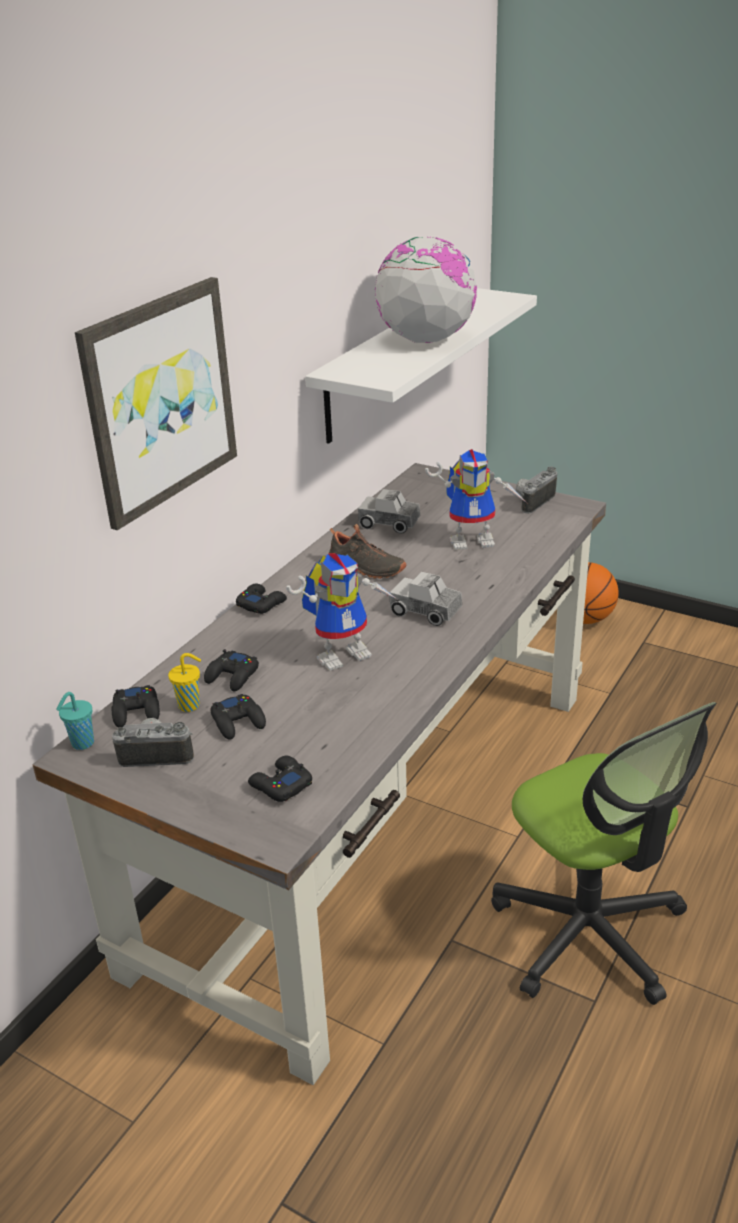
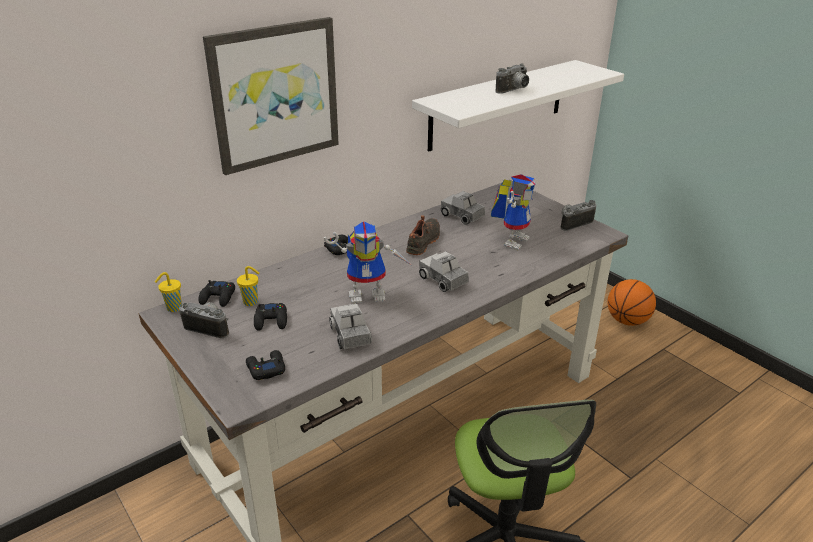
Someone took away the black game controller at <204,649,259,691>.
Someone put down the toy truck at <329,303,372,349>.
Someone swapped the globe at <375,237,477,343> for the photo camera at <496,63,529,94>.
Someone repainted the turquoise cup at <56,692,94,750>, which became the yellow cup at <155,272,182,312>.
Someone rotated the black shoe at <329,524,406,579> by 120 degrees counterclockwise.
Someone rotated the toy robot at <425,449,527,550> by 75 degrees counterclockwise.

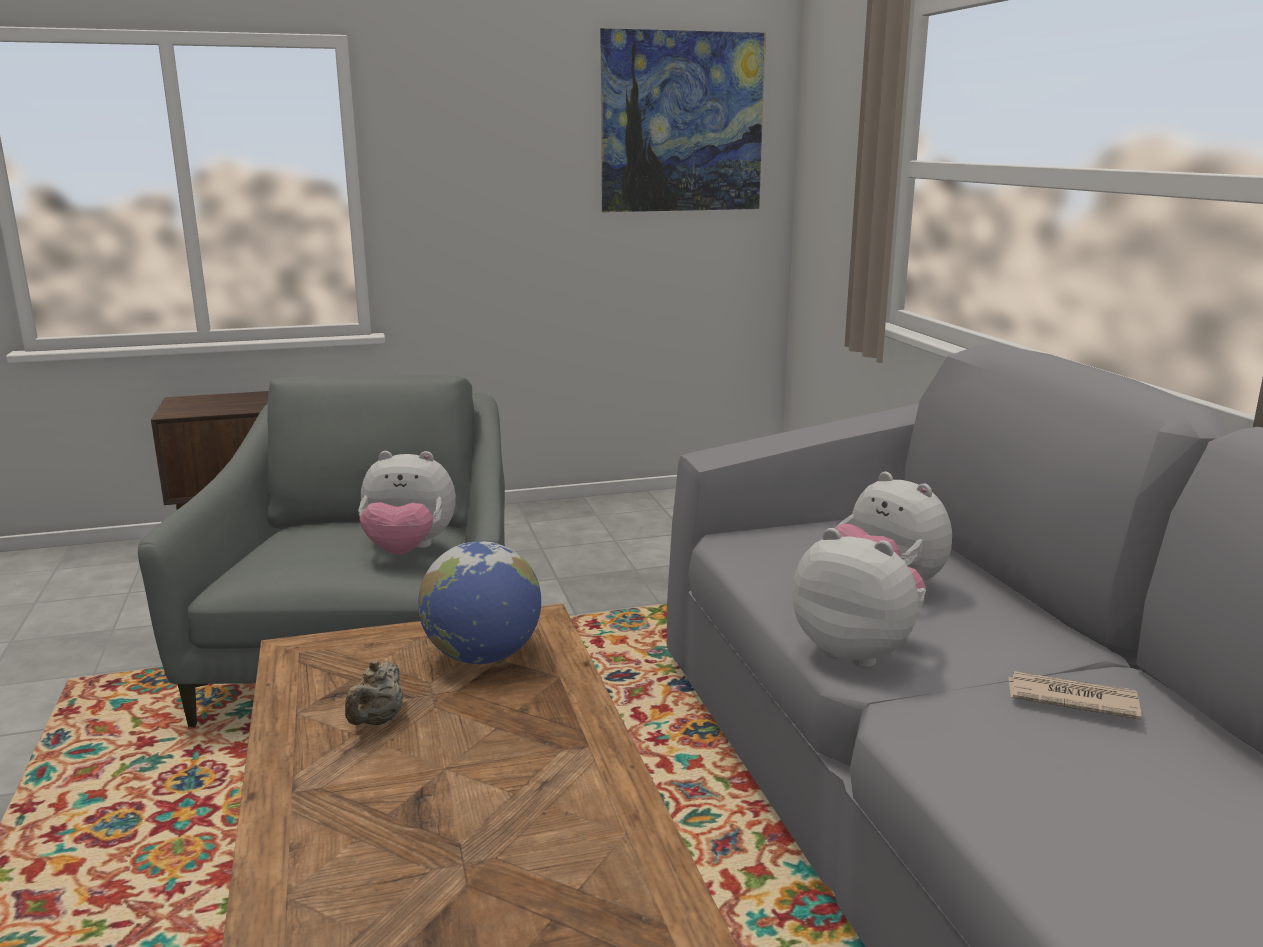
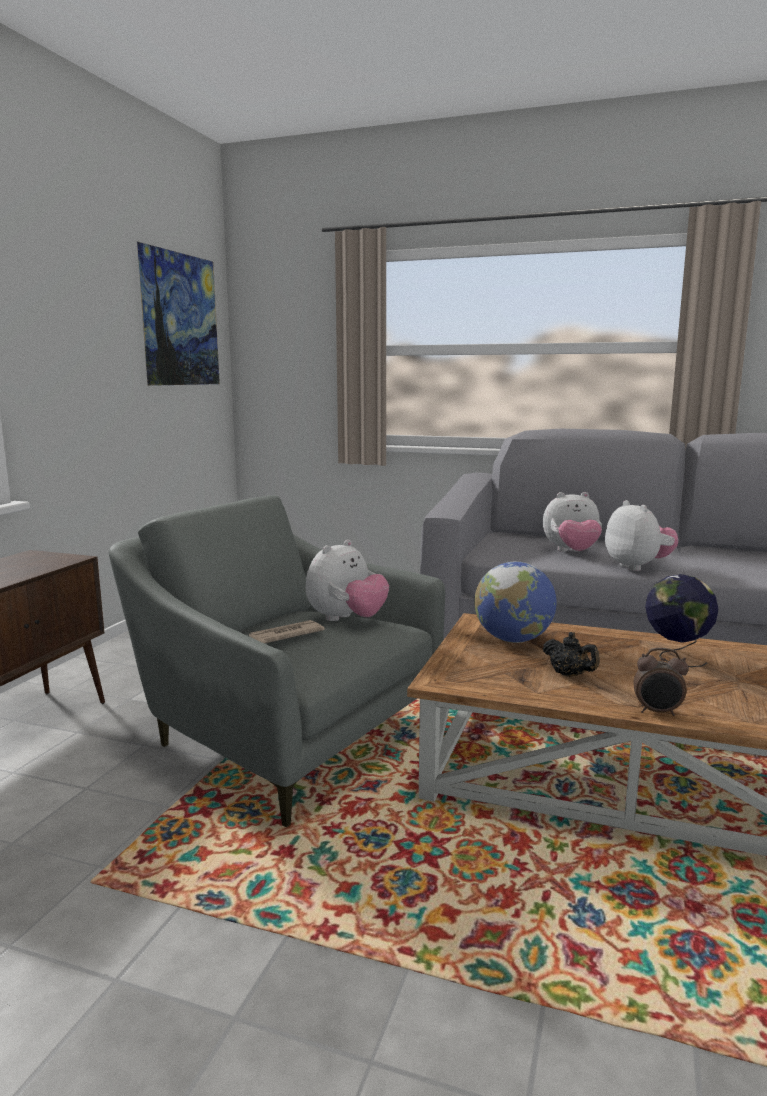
Someone put down the alarm clock at <633,648,689,716>.
Someone put down the globe at <645,574,719,667>.
Someone carried the newspaper from <1008,671,1142,720> to <249,620,325,644>.
Someone repainted the beige teapot at <345,660,403,726>, which became the black teapot at <543,632,600,677>.
Someone rotated the plush toy at <792,528,926,668> by 90 degrees clockwise.

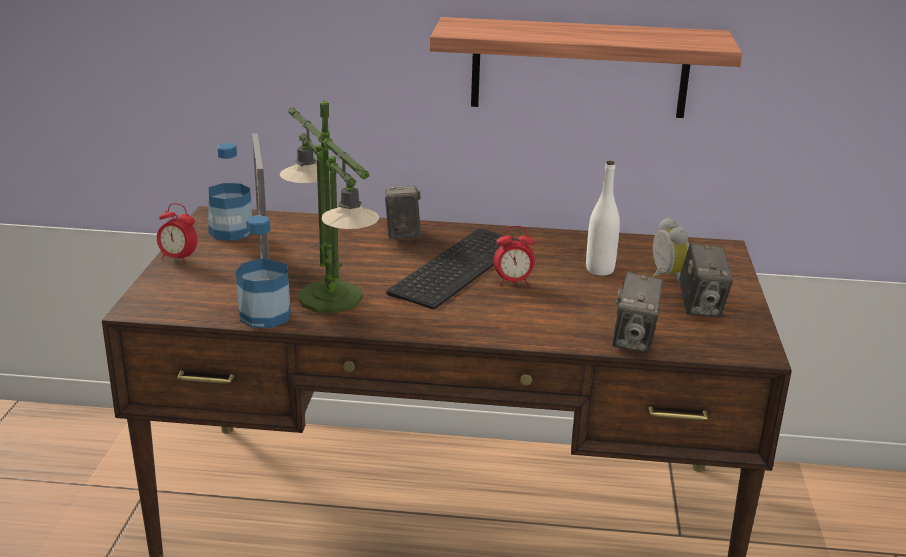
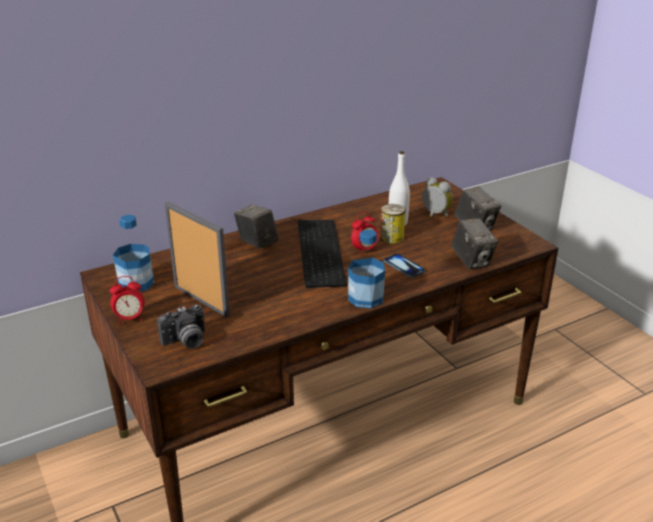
Someone took away the table lamp at <279,100,379,313>.
Someone took away the shelf at <430,17,743,118>.
Someone put down the photo camera at <157,304,205,349>.
Someone put down the can at <380,204,406,244>.
Someone put down the phone at <383,253,425,277>.
Someone carried the bottle from <236,215,291,328> to <348,229,385,308>.

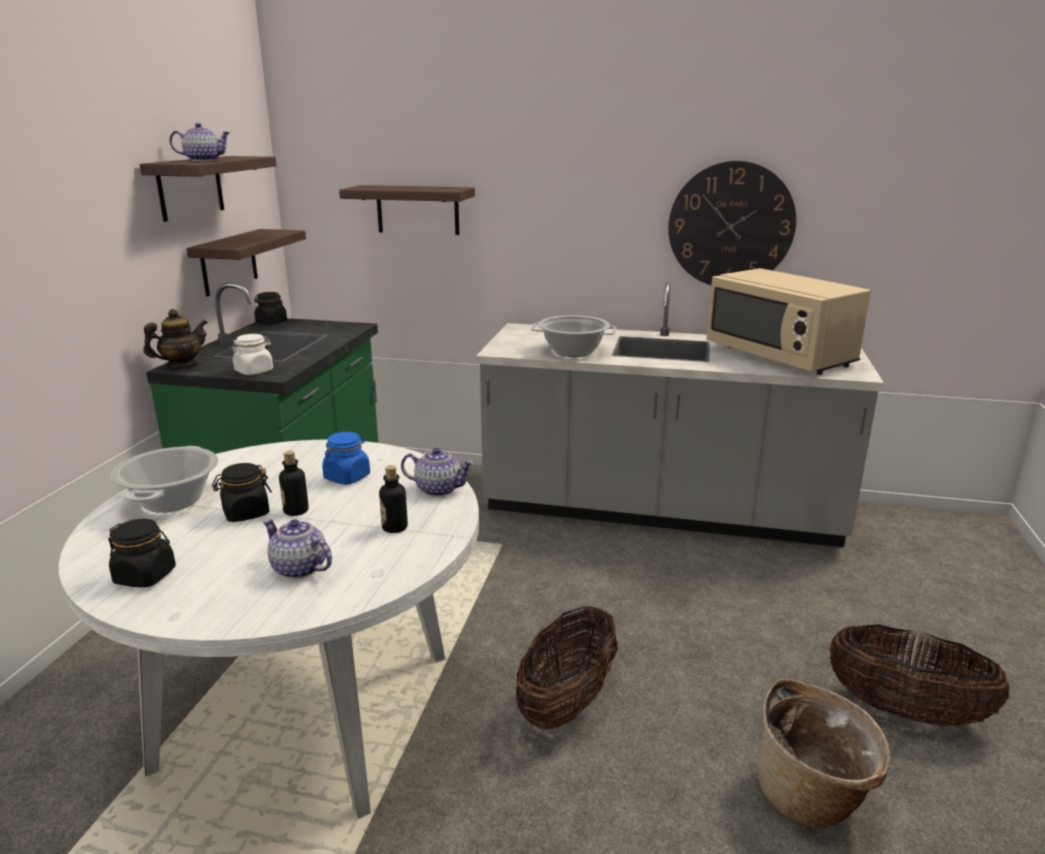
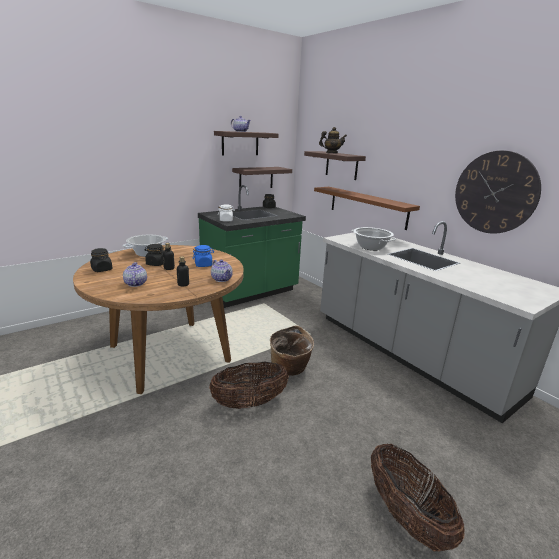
Someone took away the beige microwave at <706,268,871,375>.
Someone put up the brown shelf at <314,187,420,230>.
Someone carried the teapot from <143,309,208,369> to <319,127,347,153>.
Someone carried the basket from <758,679,890,828> to <270,325,314,376>.
Someone repainted the white dining table at <59,440,479,819>, which became the brown dining table at <73,245,244,394>.

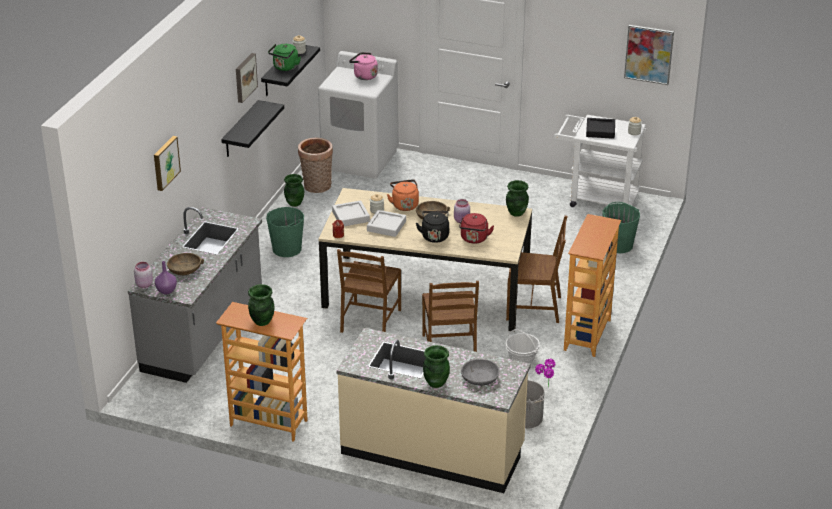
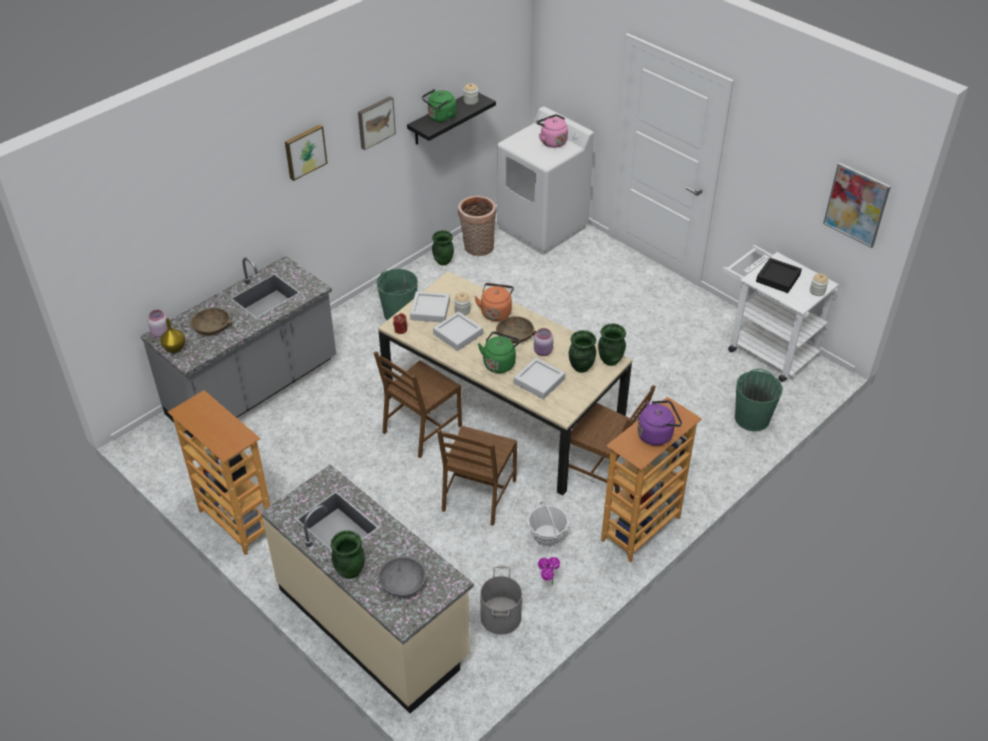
Someone took away the black shelf at <221,100,284,157>.
Someone put down the purple kettle at <637,400,682,446>.
Someone carried the picture from <154,136,181,191> to <285,124,328,181>.
Someone carried the green vase from <248,284,275,326> to <569,330,596,373>.
Someone swapped the red kettle at <459,213,494,244> for the grey tray at <514,357,565,399>.
Someone repainted the purple vase at <155,261,177,294>, which became the yellow vase at <160,318,185,353>.
Someone repainted the black kettle at <416,211,449,243>, which became the green kettle at <478,332,520,373>.

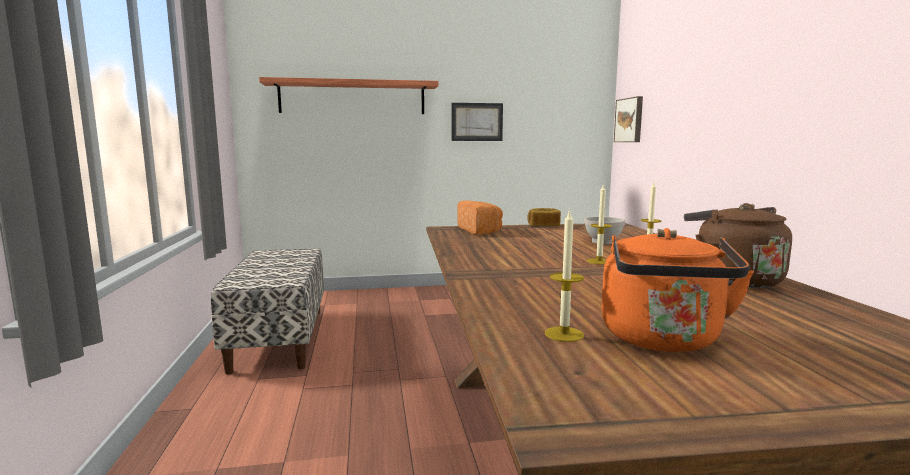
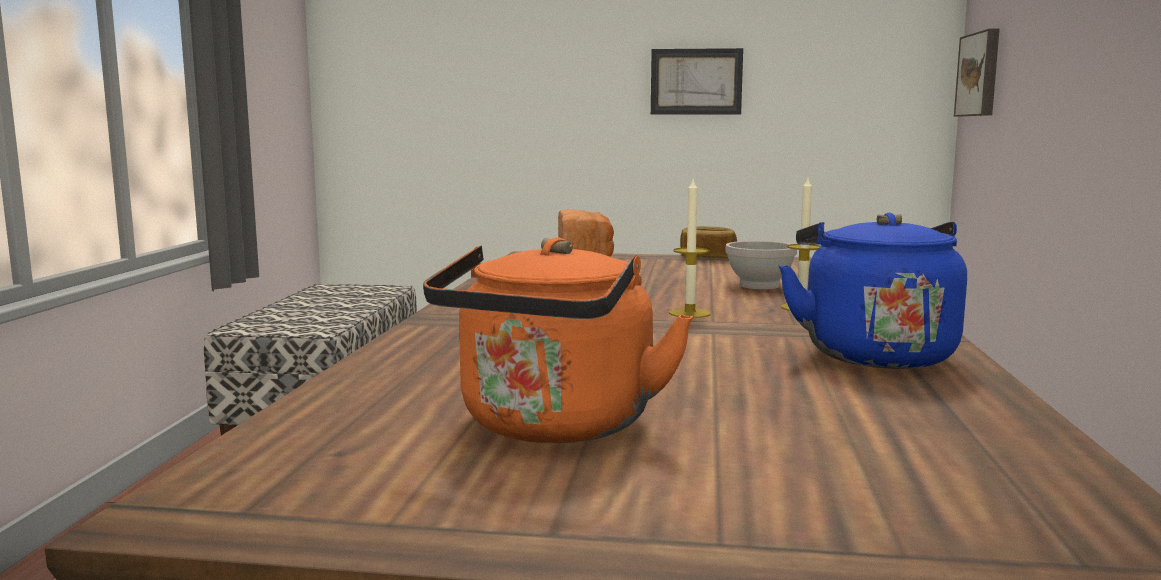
Someone took away the shelf at <259,77,439,114>.
Someone took away the candle at <545,209,584,342>.
Someone repainted the brown kettle at <684,203,792,288>, which became the blue kettle at <779,213,967,369>.

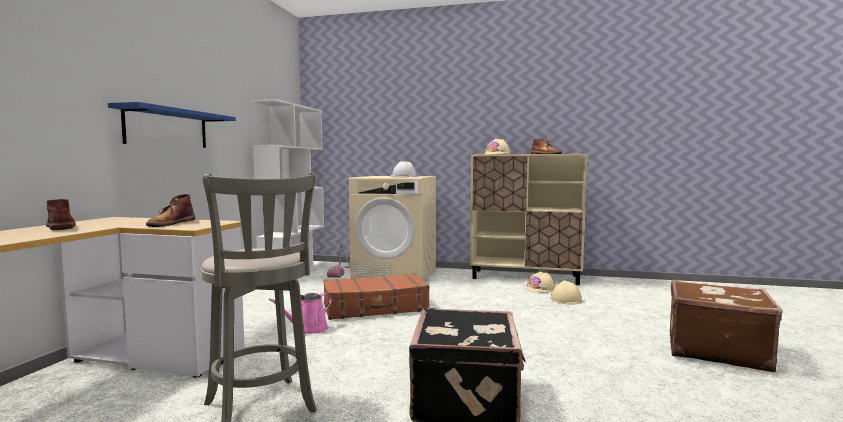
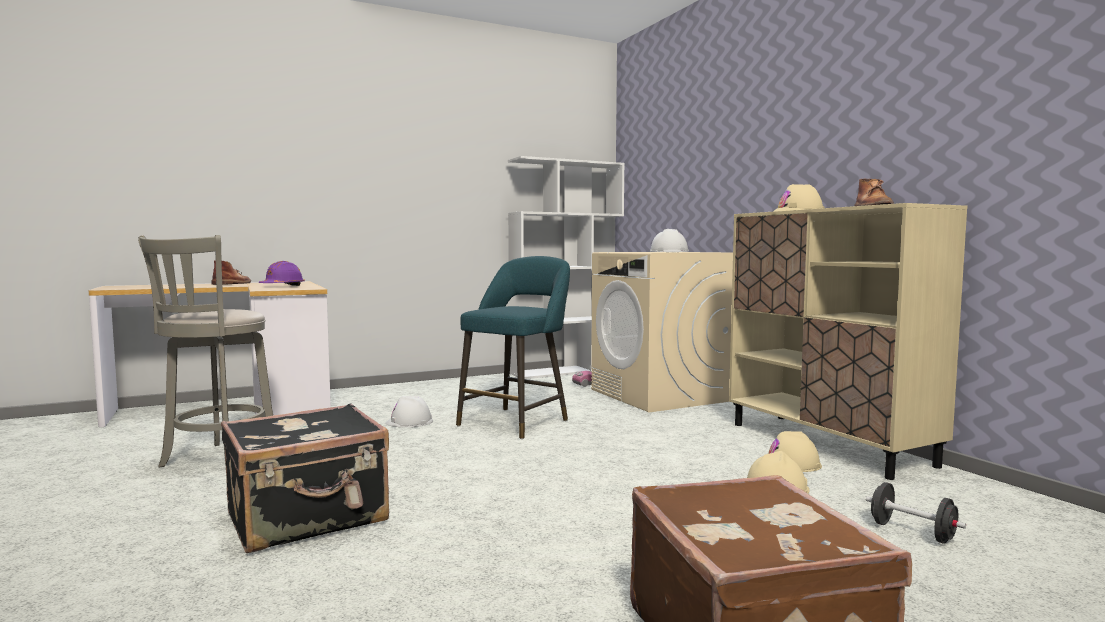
Someone took away the blue shelf at <108,102,236,148>.
Someone put down the black dumbbell at <866,482,966,544>.
Someone swapped the brown boot at <146,194,195,227> for the purple hard hat at <259,261,305,286>.
Someone swapped the pink watering can at <268,293,332,334> for the white hard hat at <385,396,433,427>.
Someone swapped the brown suitcase at <323,273,430,320> for the turquoise stool at <456,256,570,439>.

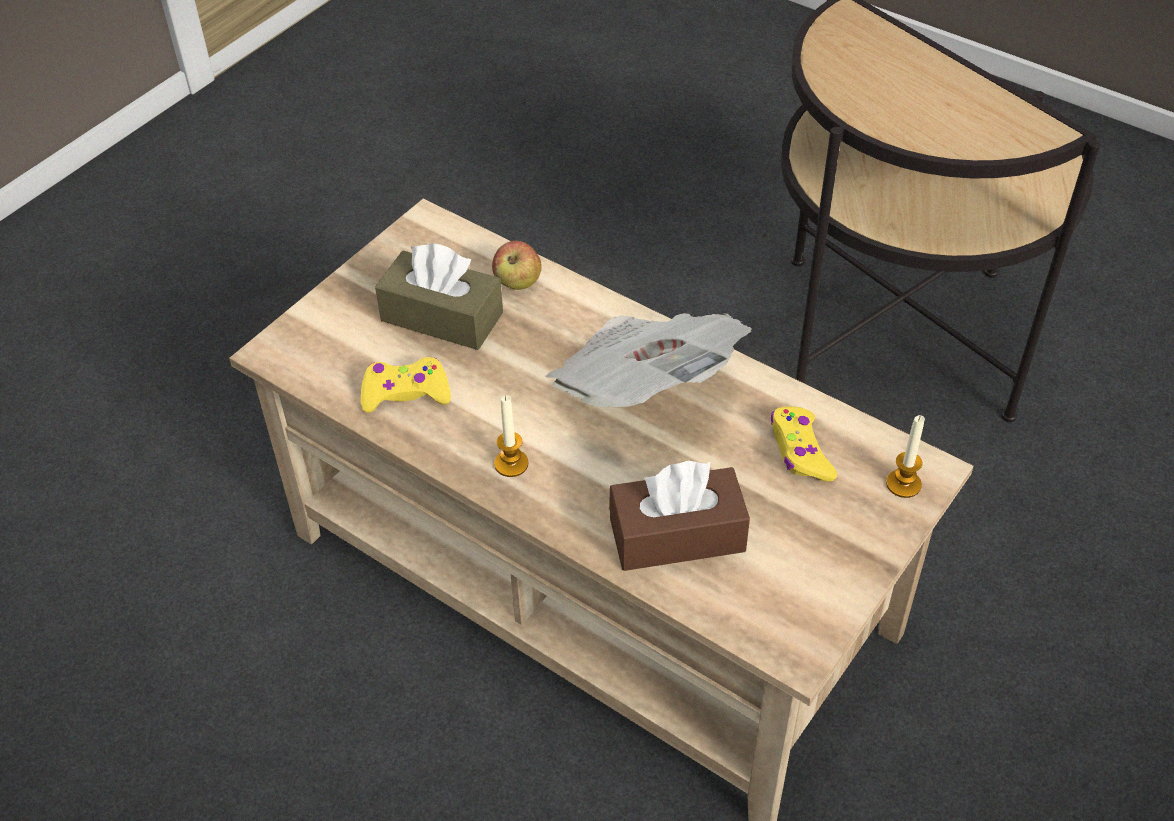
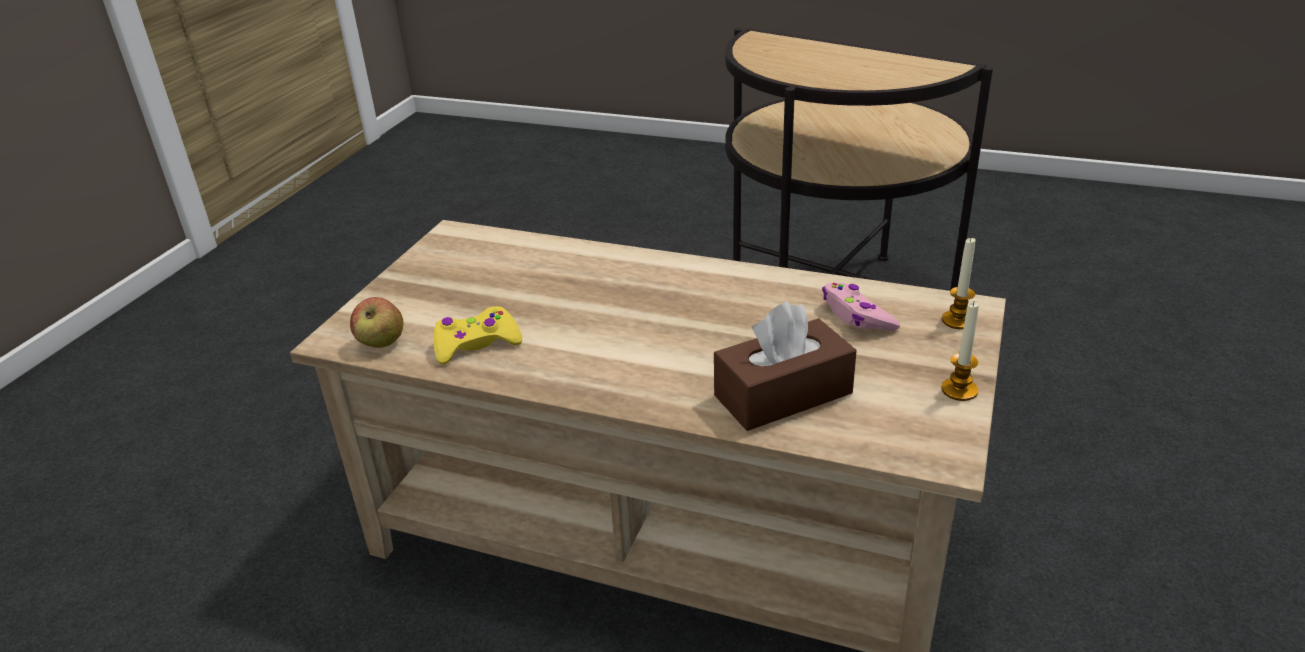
Someone took away the brown tissue box at <375,243,503,350>.
Someone took away the newspaper at <546,313,752,407>.
Someone carried the apple from <492,241,542,290> to <350,297,403,348>.
Someone carried the candle from <494,395,528,477> to <941,302,979,401>.
Someone repainted the yellow game controller at <771,406,837,482>, which became the pink game controller at <822,283,900,331>.

